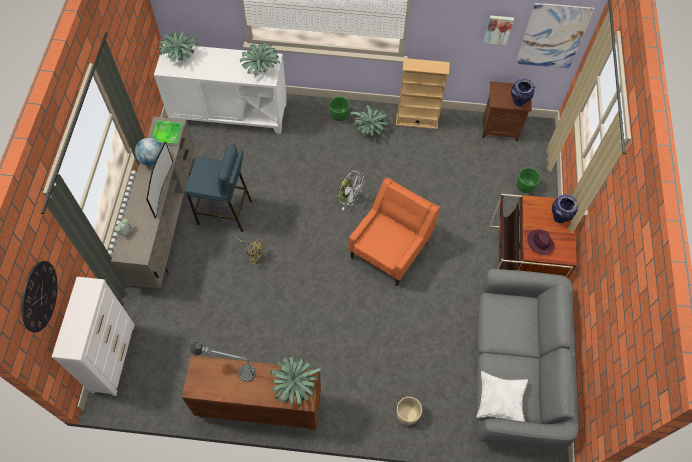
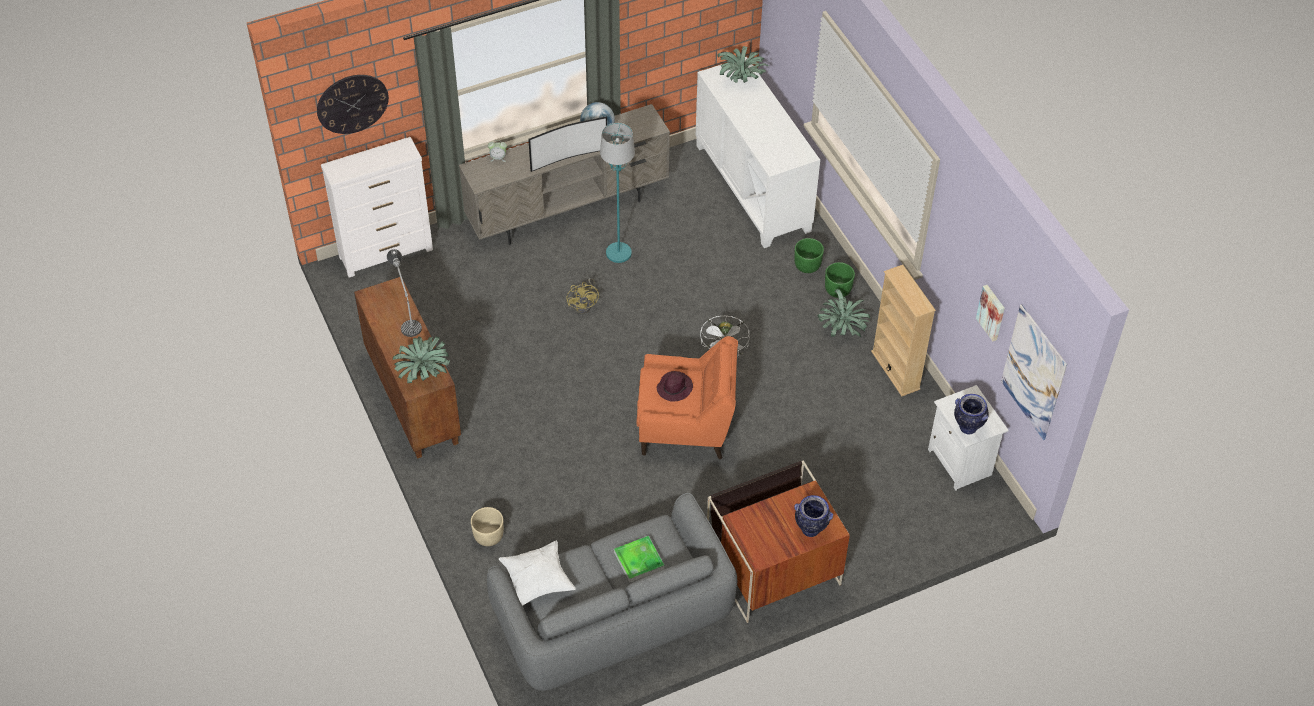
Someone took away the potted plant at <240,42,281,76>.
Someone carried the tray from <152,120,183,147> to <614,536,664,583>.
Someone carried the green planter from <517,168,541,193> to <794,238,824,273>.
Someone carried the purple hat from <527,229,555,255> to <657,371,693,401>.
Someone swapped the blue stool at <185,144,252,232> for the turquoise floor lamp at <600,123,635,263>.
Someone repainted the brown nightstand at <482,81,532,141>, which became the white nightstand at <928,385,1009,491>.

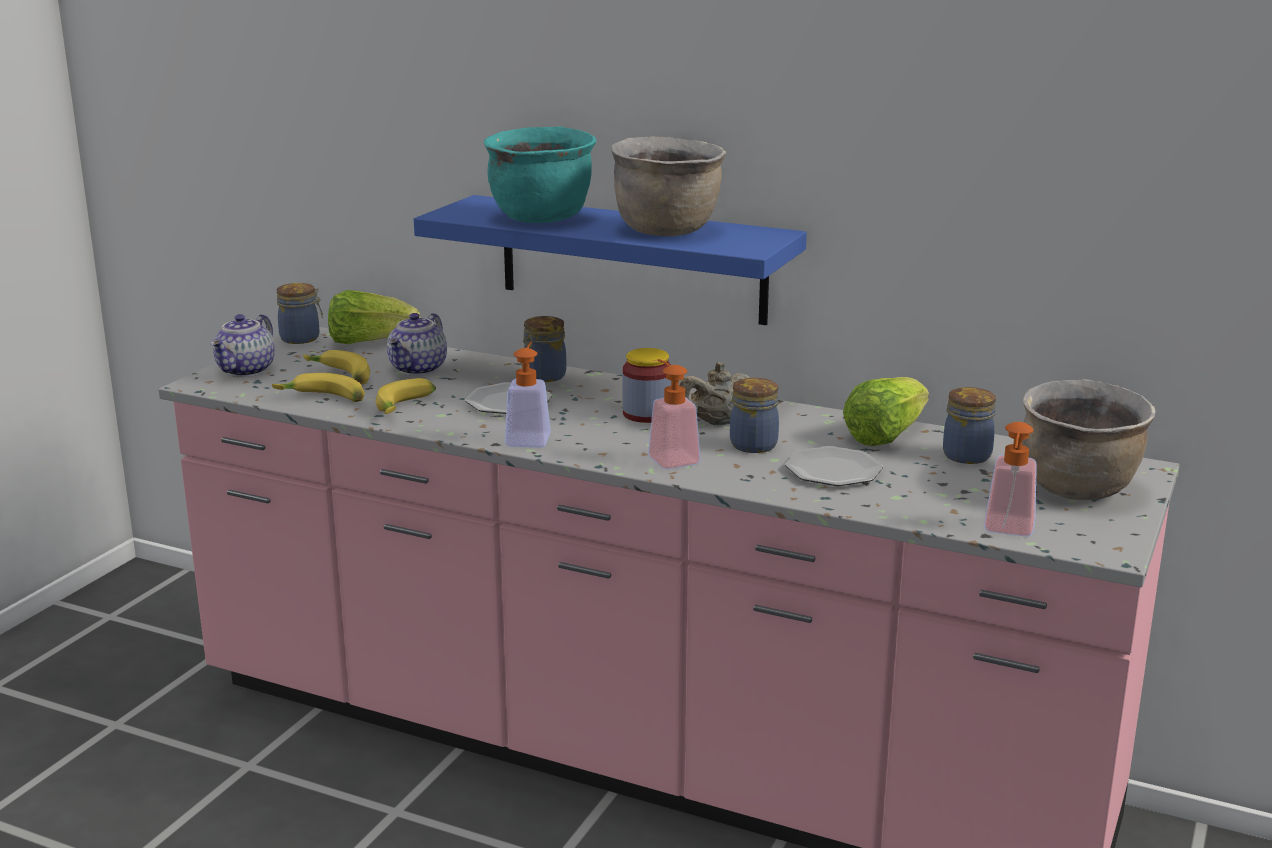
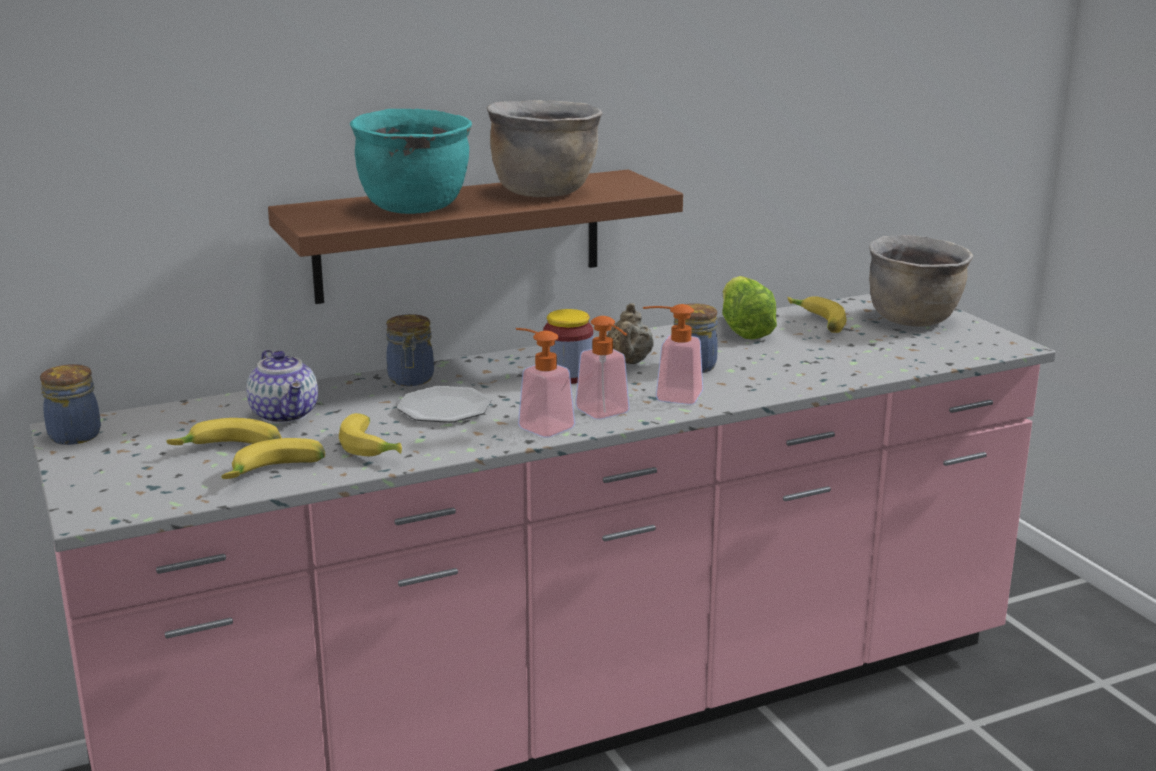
Someone took away the teapot at <211,314,275,377>.
Someone took away the lettuce at <328,290,421,344>.
Someone took away the plate at <785,446,883,486>.
Someone carried the soap dispenser from <984,422,1037,537> to <575,316,630,419>.
Someone swapped the jar at <943,387,996,464> for the banana at <787,296,846,333>.
Someone repainted the blue shelf at <414,195,807,325>, which became the brown shelf at <268,170,683,304>.

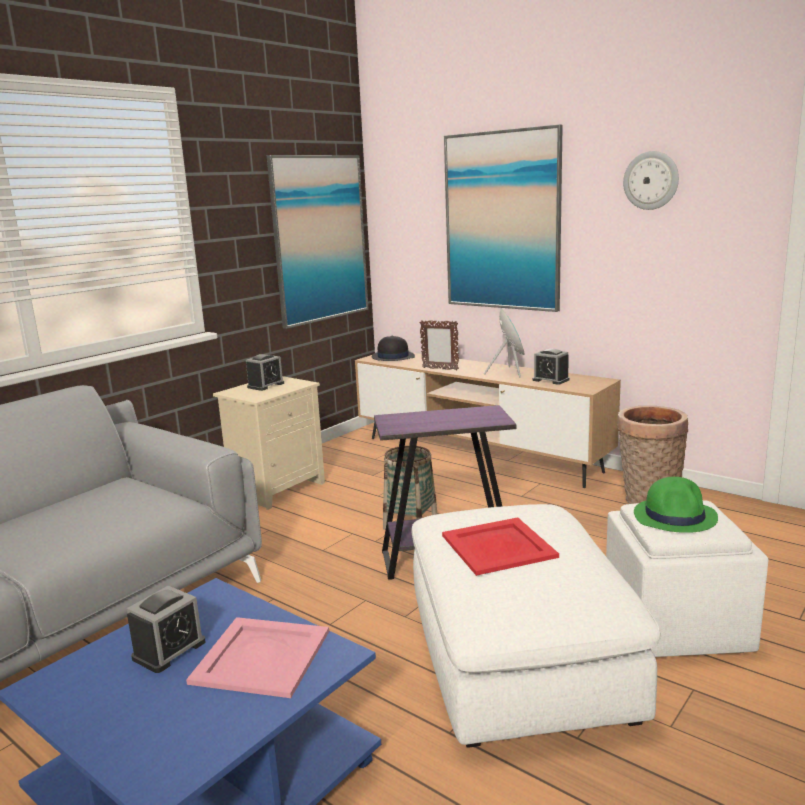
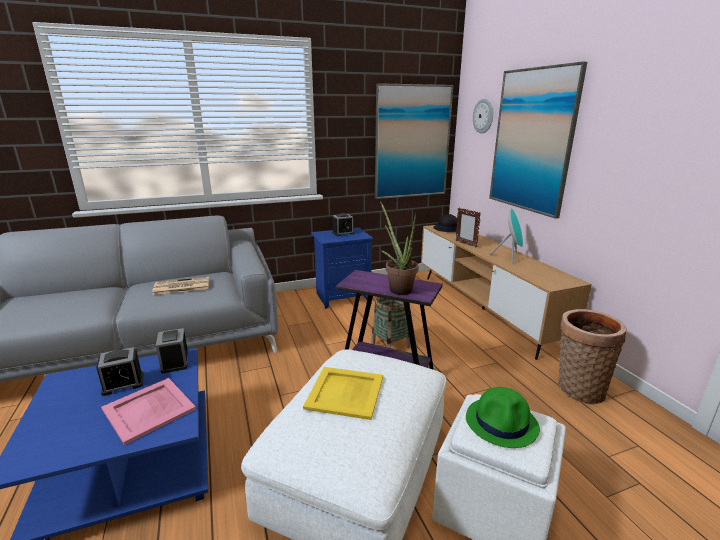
Someone put down the newspaper at <152,277,209,295>.
Someone put down the potted plant at <380,201,419,295>.
Someone carried the alarm clock from <532,349,570,385> to <156,328,188,373>.
Someone carried the wall clock from <623,151,679,210> to <473,99,493,134>.
Someone repainted the beige nightstand at <213,376,325,510>, which became the blue nightstand at <311,227,373,309>.
Someone repainted the red tray at <442,517,559,576>, which became the yellow tray at <303,367,383,420>.

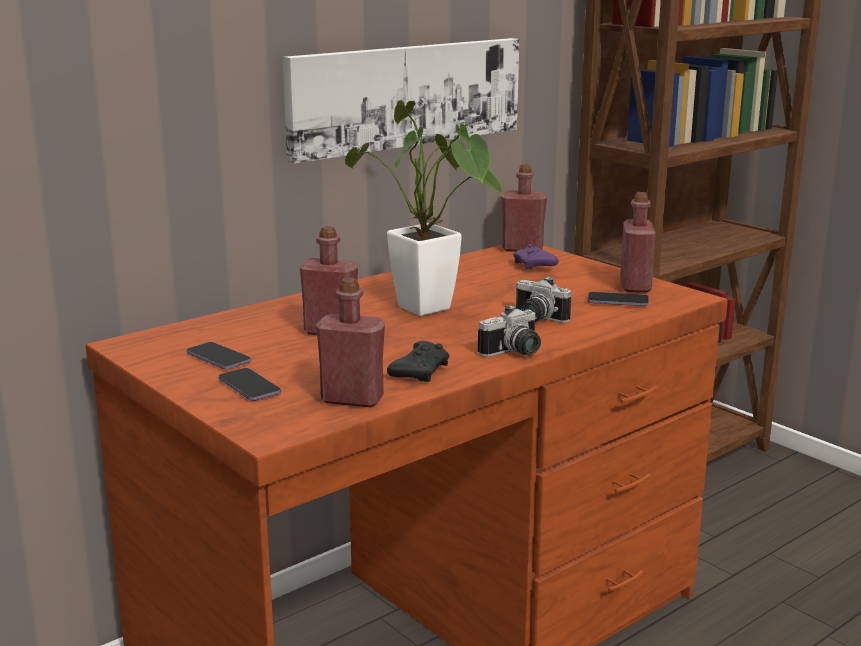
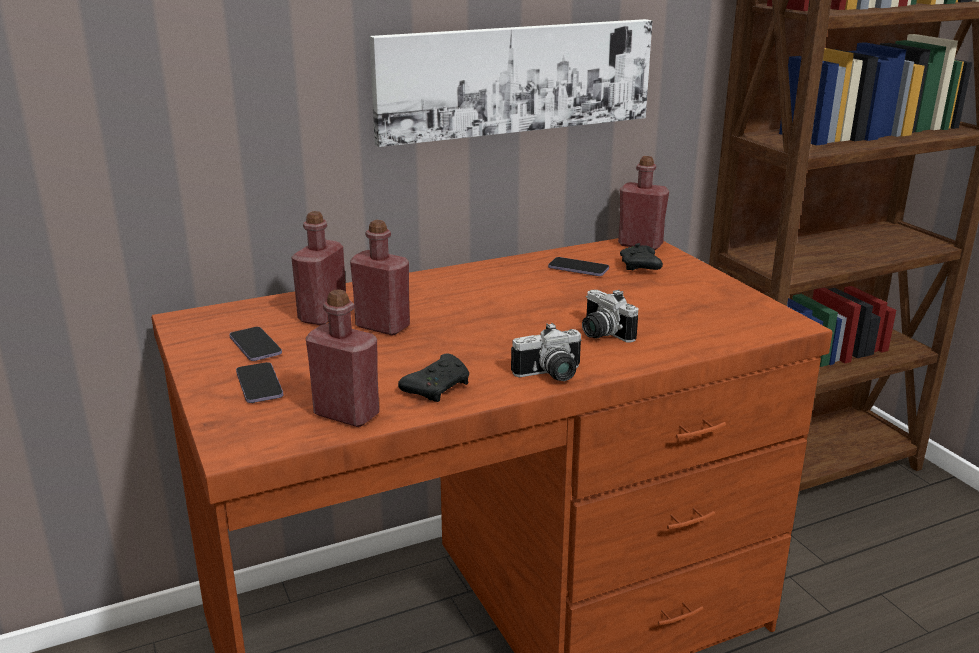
Someone took away the potted plant at <345,100,504,316>.
Someone carried the phone from <588,292,649,306> to <548,257,609,276>.
Someone carried the red bottle from <620,192,656,293> to <291,211,346,325>.
Someone repainted the purple game controller at <513,244,558,269>, which became the black game controller at <620,243,663,271>.

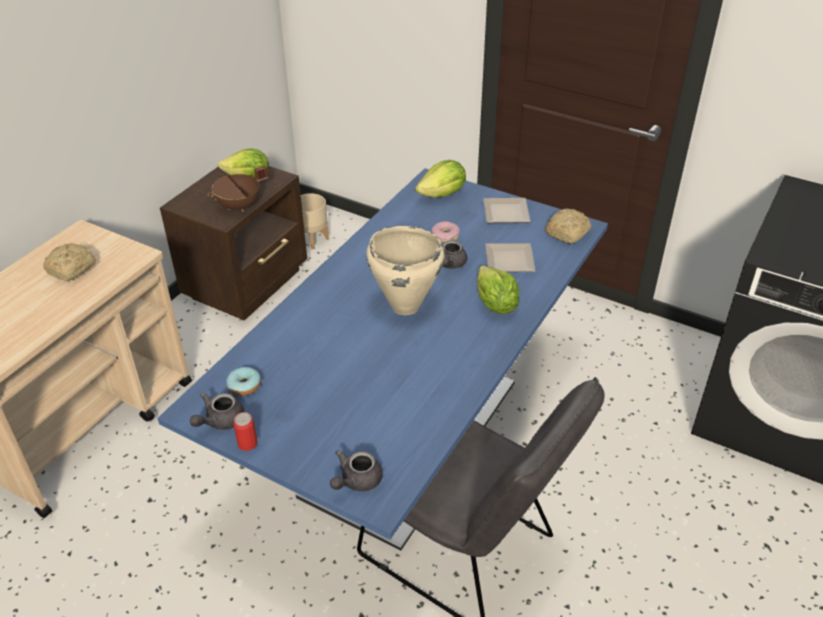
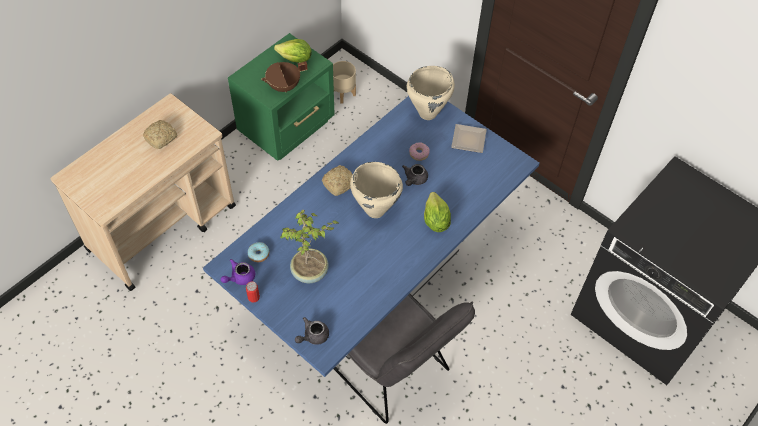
Someone took away the plate at <485,243,535,272>.
Someone put down the potted plant at <280,210,339,283>.
Someone carried the bread from <545,209,591,244> to <322,165,352,196>.
Someone swapped the lettuce at <415,160,466,197> for the beige cooking pot at <406,66,455,120>.
Someone repainted the brown nightstand at <160,166,307,321>, which became the green nightstand at <228,33,335,161>.
Someone repainted the grey teapot at <190,392,244,430>, which became the purple teapot at <221,259,255,285>.

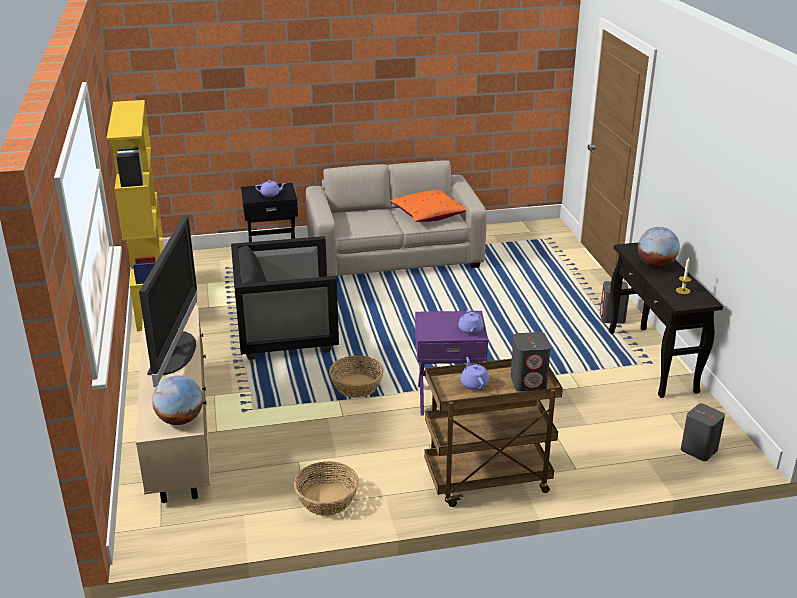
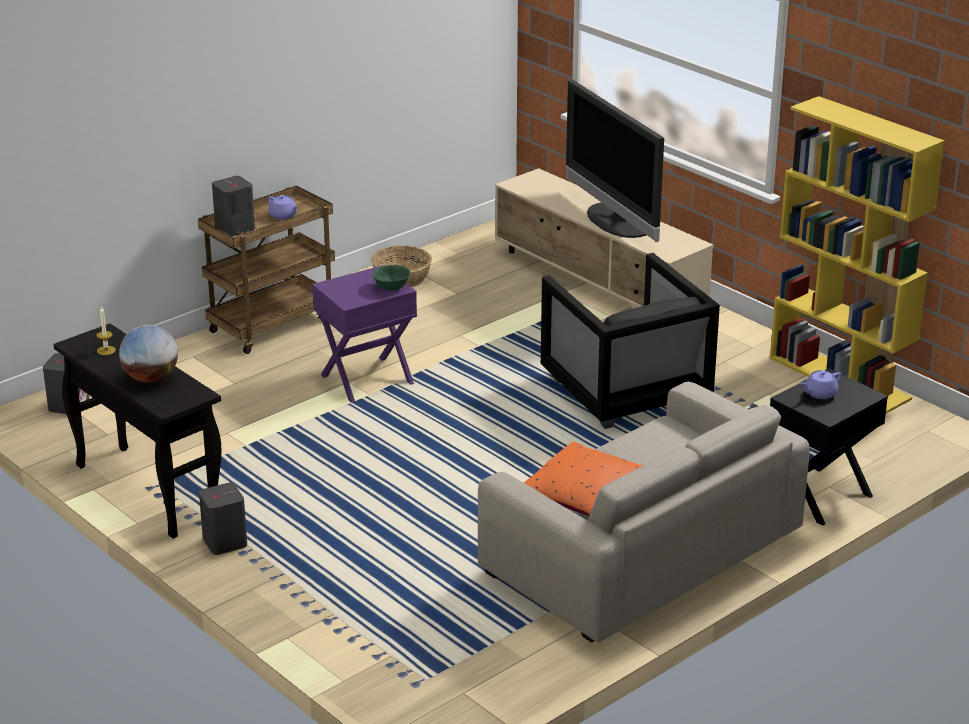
Someone took away the globe at <152,375,203,425>.
Someone took away the basket at <329,355,384,398>.
Someone took away the purple teapot at <458,310,484,334>.
Someone put down the green bowl at <372,265,410,291>.
Someone rotated the black armchair at <231,236,339,360> by 105 degrees clockwise.

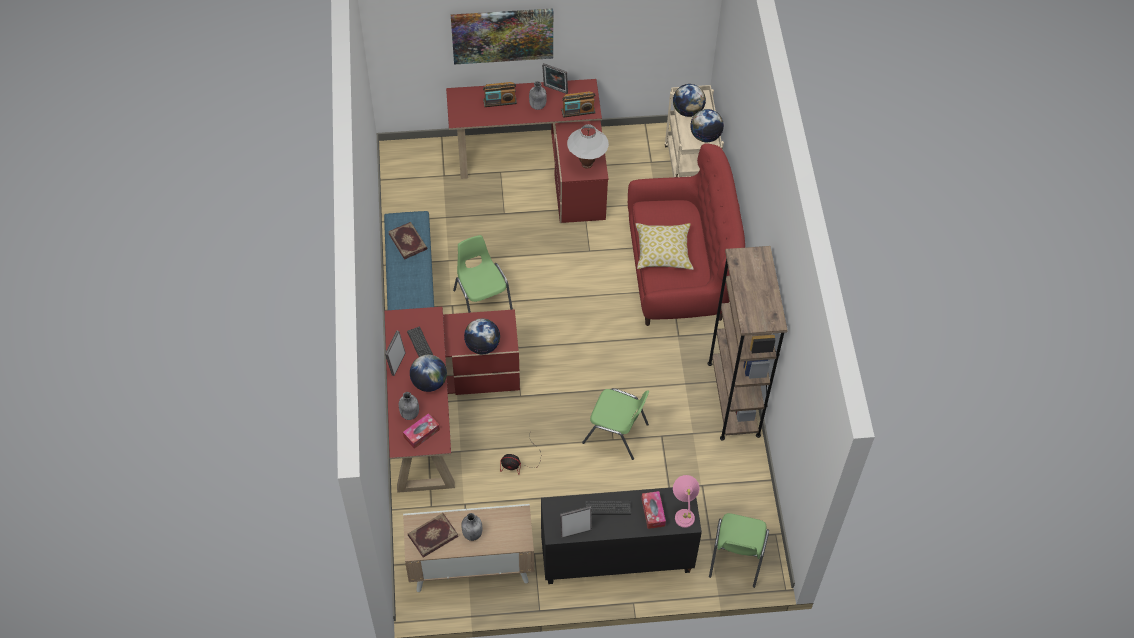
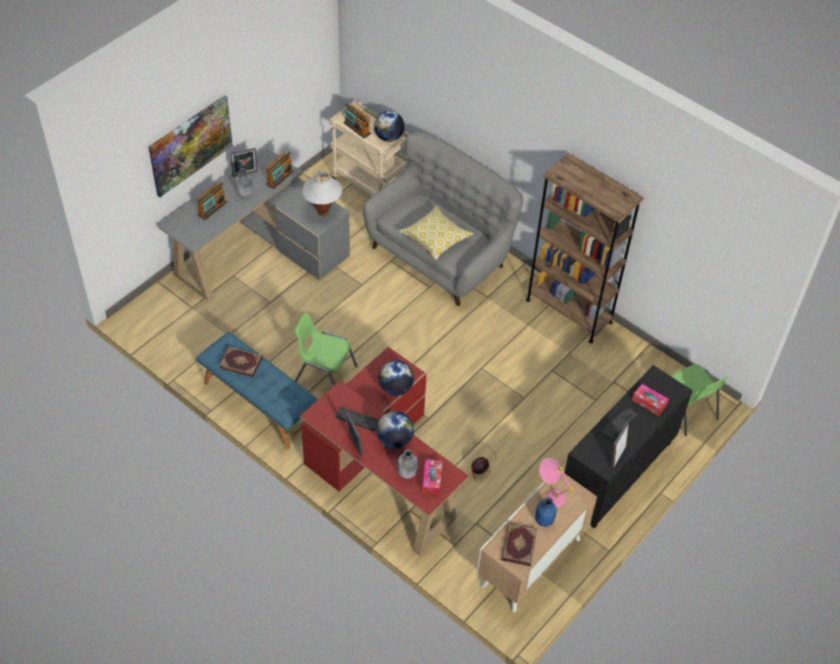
Someone took away the green chair at <582,388,649,460>.
Someone carried the pink table lamp from <673,475,699,528> to <539,458,573,507>.
Someone swapped the globe at <673,84,706,117> for the radio at <344,104,371,138>.
Someone repainted the red desk at <446,79,608,223>, which became the grey desk at <158,148,350,301>.
Someone repainted the grey bottle at <461,513,483,541>, which became the blue bottle at <535,497,557,527>.
Someone repainted the red sofa at <628,143,745,326>, which became the grey sofa at <363,131,523,306>.

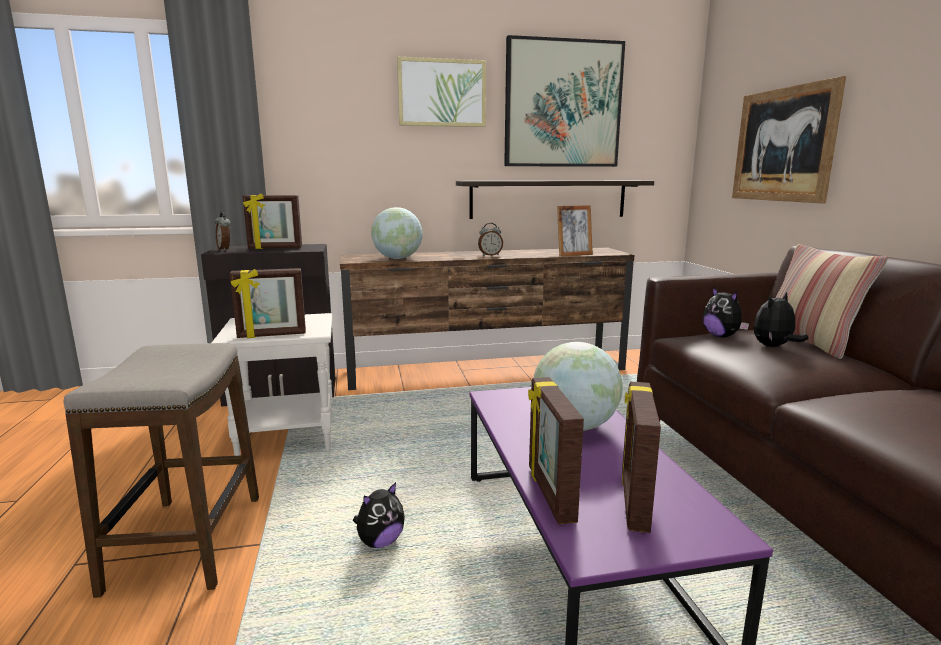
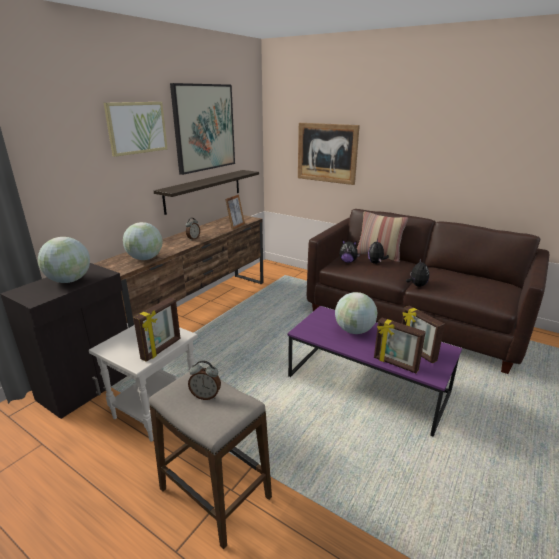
Someone carried the alarm clock from <215,212,231,251> to <188,361,221,400>.
Someone carried the plush toy from <353,482,405,548> to <406,259,429,287>.
Someone swapped the picture frame at <243,193,302,249> for the globe at <38,237,90,283>.

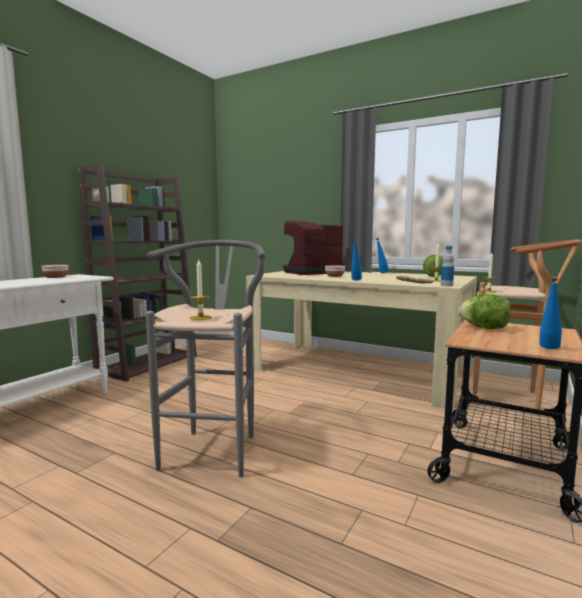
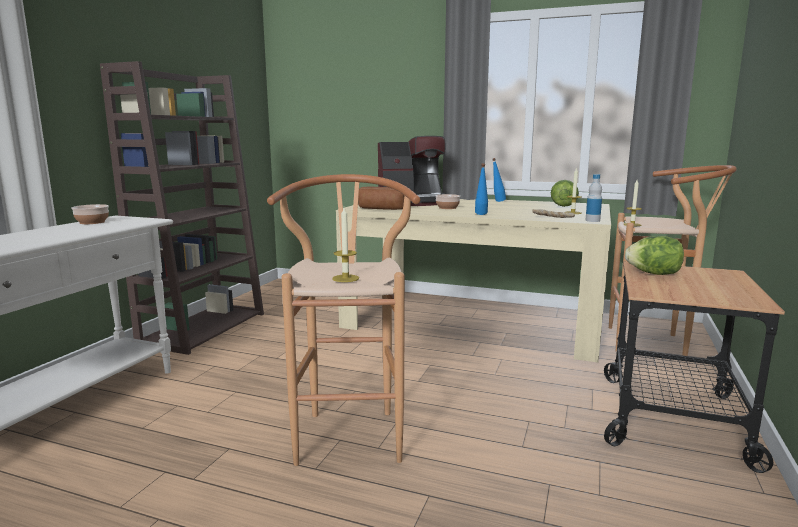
Someone took away the blue bottle at <539,276,562,349>.
Someone put down the bread at <358,187,404,210>.
Someone repainted the grey stool at <146,240,265,477>, which became the brown stool at <267,174,420,466>.
Someone rotated the coffee machine at <283,221,343,275> by 150 degrees counterclockwise.

